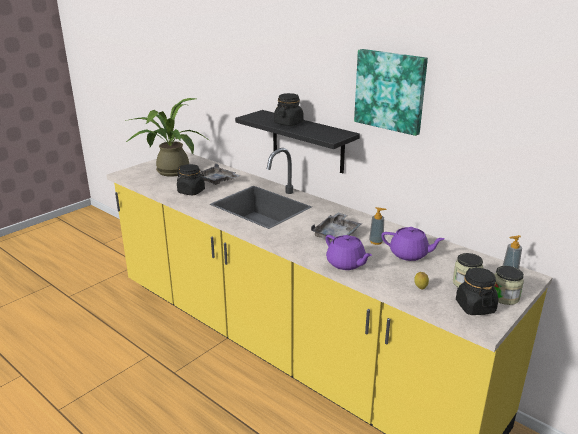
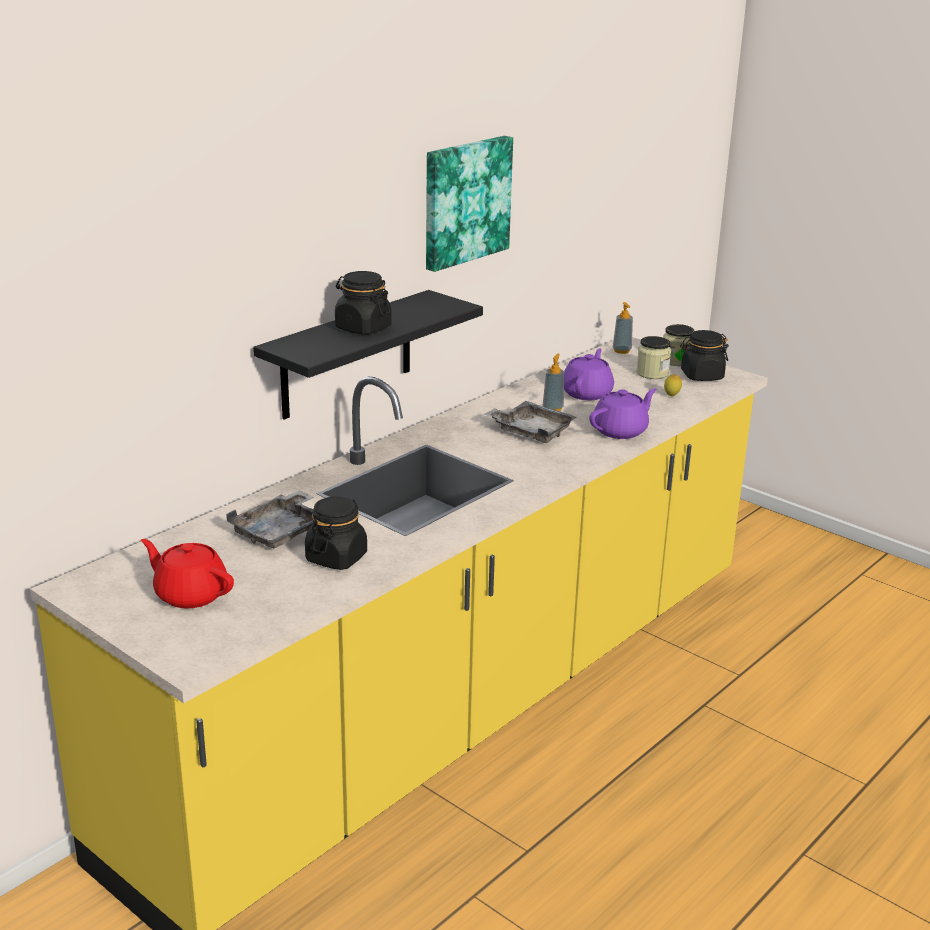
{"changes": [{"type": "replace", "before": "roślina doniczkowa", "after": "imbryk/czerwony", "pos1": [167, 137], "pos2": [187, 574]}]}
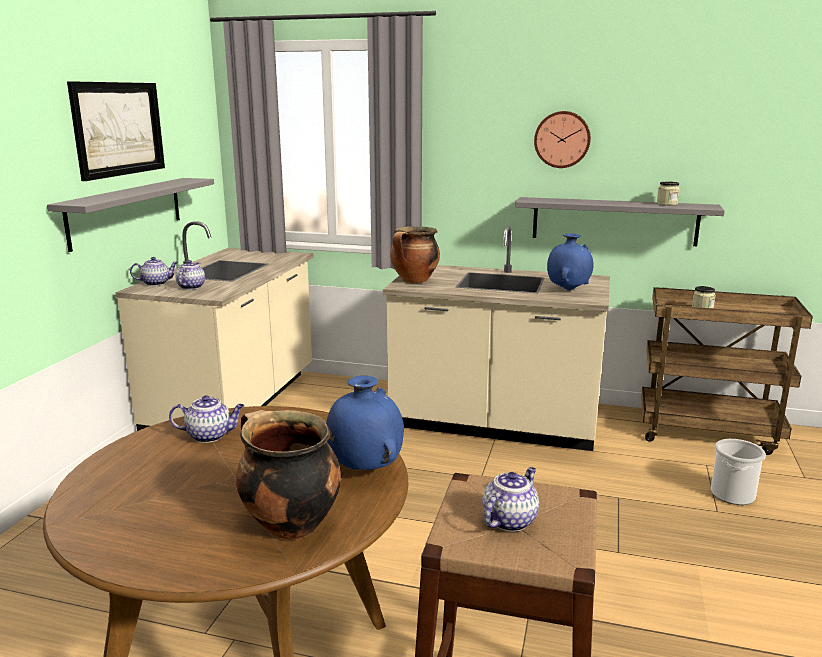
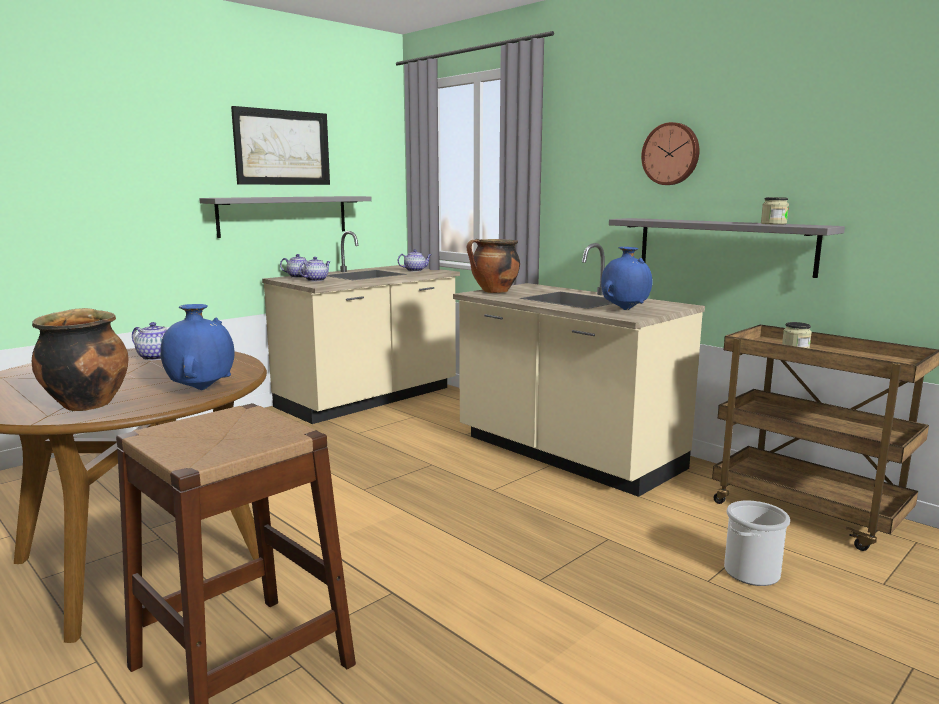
{"changes": [{"type": "move", "before": "imbryk", "pos1": [510, 499], "pos2": [415, 260]}]}
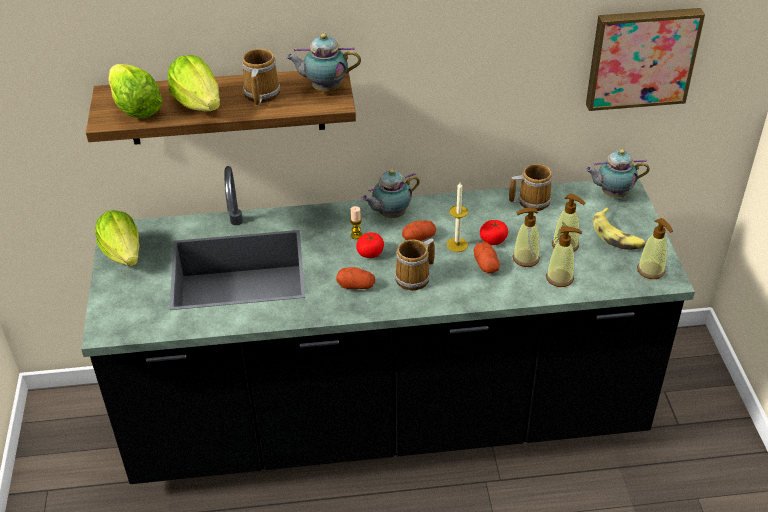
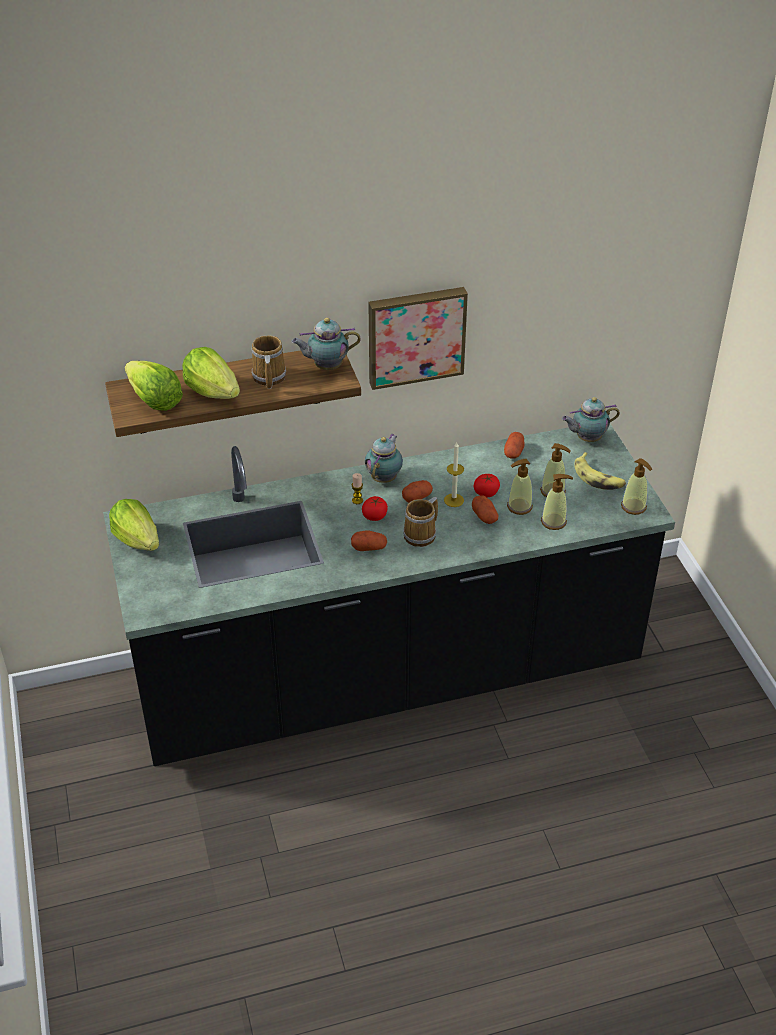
{"changes": [{"type": "rotate", "before": "imbryk", "pos1": [390, 193], "pos2": [384, 458], "turn": 150}, {"type": "move", "before": "obraz", "pos1": [645, 59], "pos2": [418, 338]}, {"type": "replace", "before": "kubek", "after": "ziemniak", "pos1": [530, 187], "pos2": [514, 445]}]}
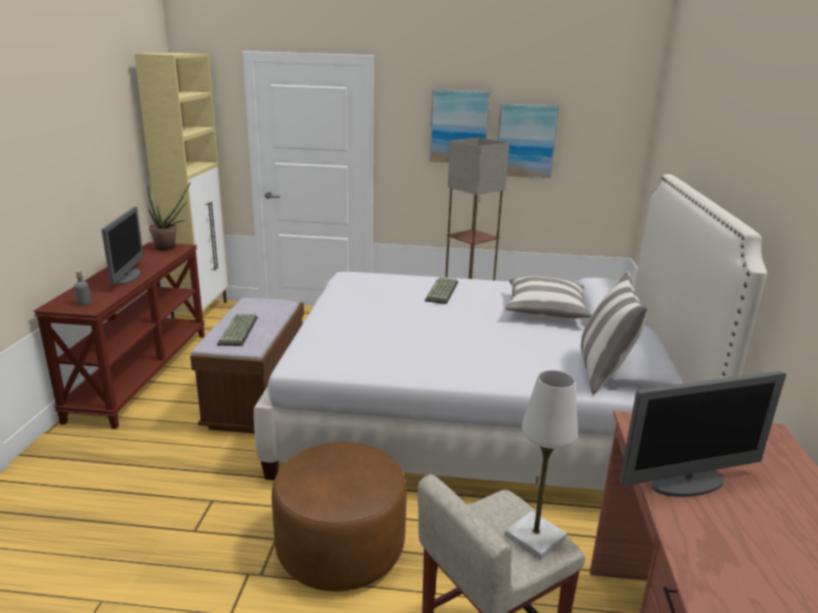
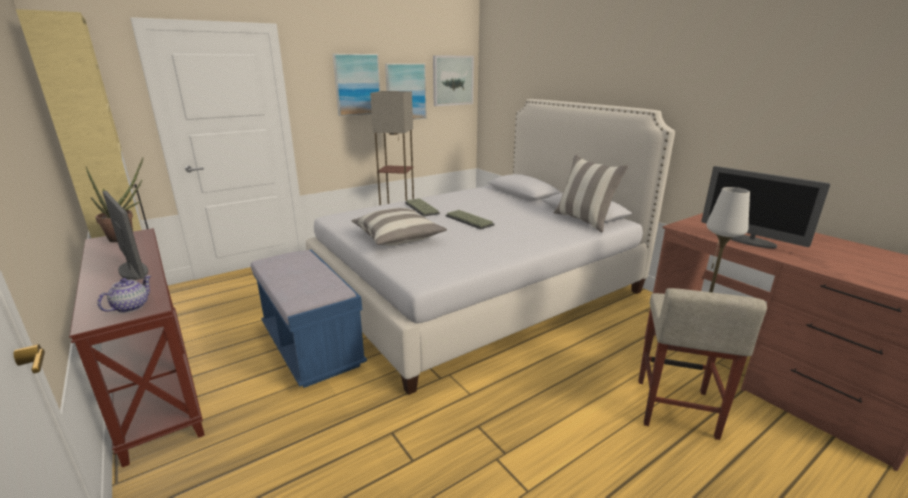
{"changes": [{"type": "replace", "before": "butelka/szary", "after": "imbryk", "pos1": [83, 288], "pos2": [124, 294]}, {"type": "recolor", "before": "ławka/brązowy", "after": "ławka/niebieski", "pos1": [247, 366], "pos2": [309, 318]}, {"type": "move", "before": "poduszka", "pos1": [549, 298], "pos2": [399, 227]}, {"type": "insert", "after": "obraz", "pos2": [453, 80]}, {"type": "move", "before": "klawiatura", "pos1": [237, 330], "pos2": [470, 219]}, {"type": "rotate", "before": "monitor", "pos1": [702, 434], "pos2": [766, 207], "turn": 105}, {"type": "delete", "before": "pufa/brązowy", "pos1": [339, 517]}]}
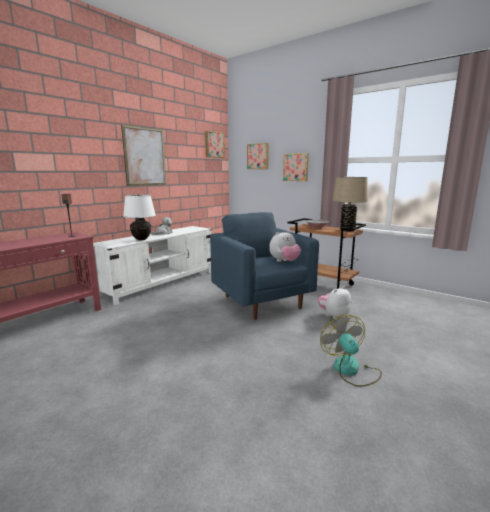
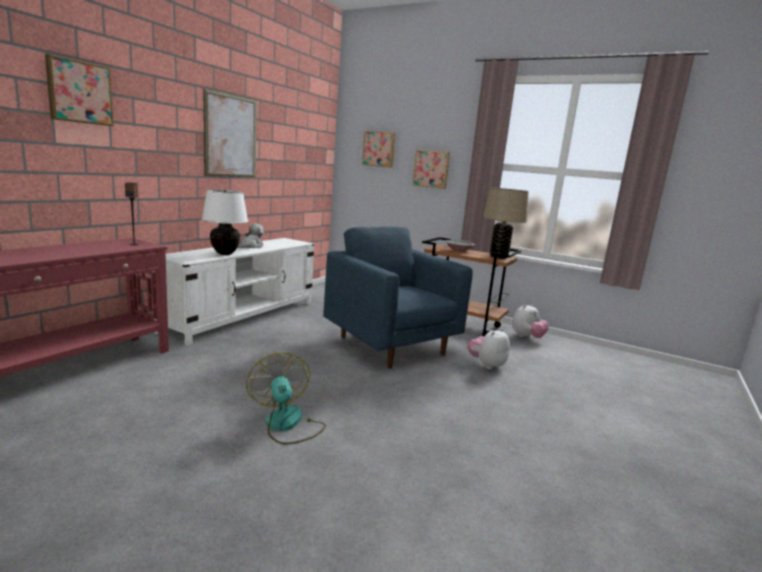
{"changes": [{"type": "move", "before": "obraz", "pos1": [215, 144], "pos2": [79, 90]}, {"type": "move", "before": "wentylator", "pos1": [351, 351], "pos2": [286, 398]}, {"type": "move", "before": "pluszak", "pos1": [285, 246], "pos2": [530, 321]}]}
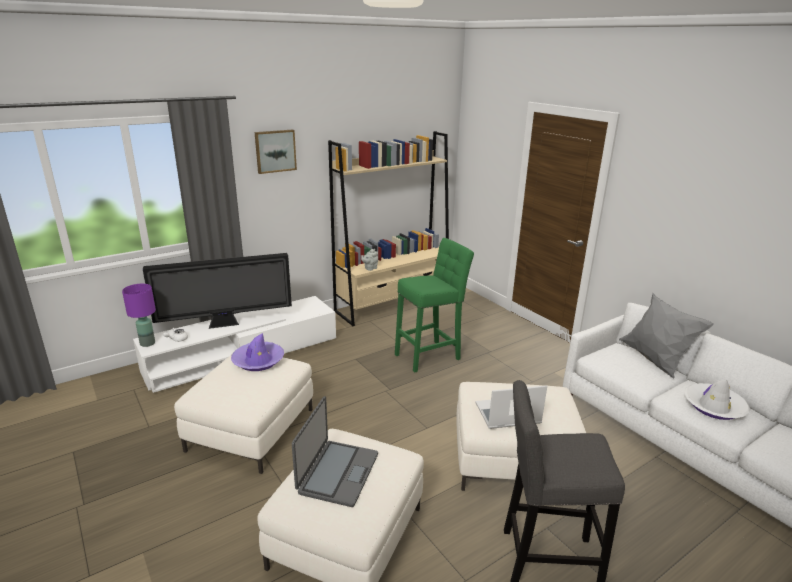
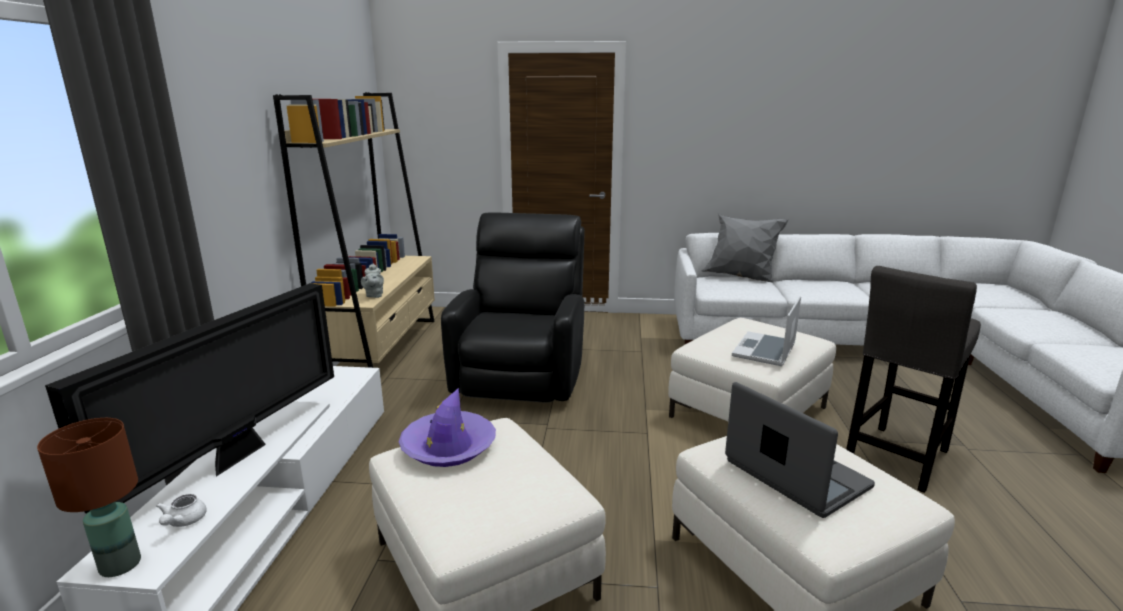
{"changes": [{"type": "recolor", "before": "lampa stołowa/fioletowy", "after": "lampa stołowa/brązowy", "pos1": [139, 315], "pos2": [89, 497]}, {"type": "replace", "before": "stołek/zielony", "after": "fotel/czarny", "pos1": [434, 305], "pos2": [513, 307]}, {"type": "delete", "before": "obraz", "pos1": [276, 152]}, {"type": "delete", "before": "kapelusz/biały", "pos1": [717, 400]}]}
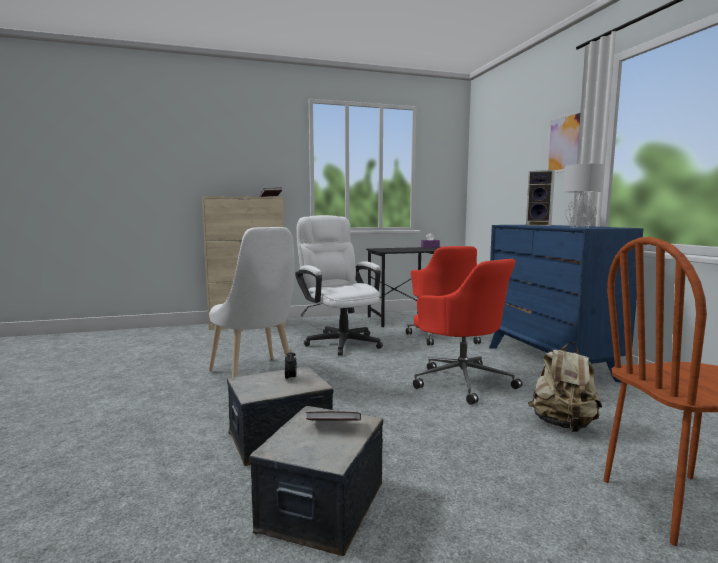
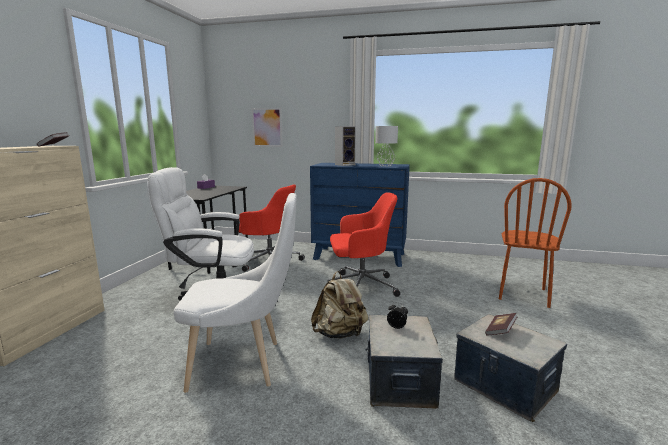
{"changes": [{"type": "move", "before": "obraz", "pos1": [563, 141], "pos2": [267, 127]}, {"type": "move", "before": "plecak/beżowy", "pos1": [565, 387], "pos2": [339, 304]}]}
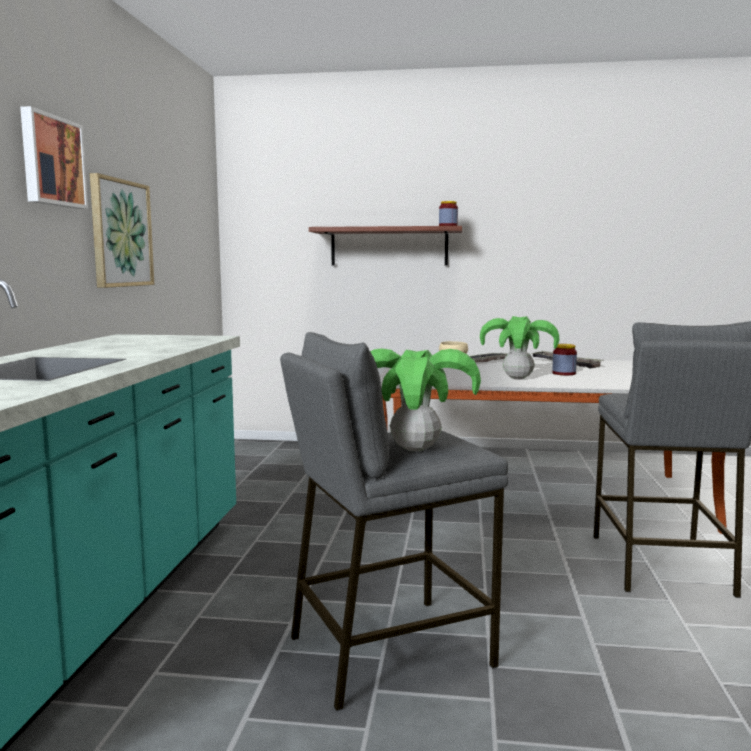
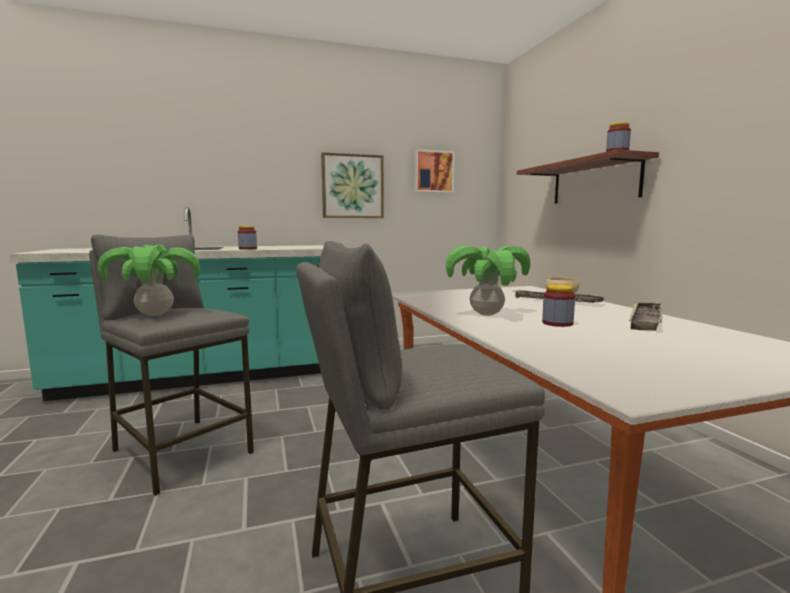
{"changes": [{"type": "insert", "after": "słoik", "pos2": [247, 238]}, {"type": "move", "before": "obraz", "pos1": [54, 157], "pos2": [434, 171]}]}
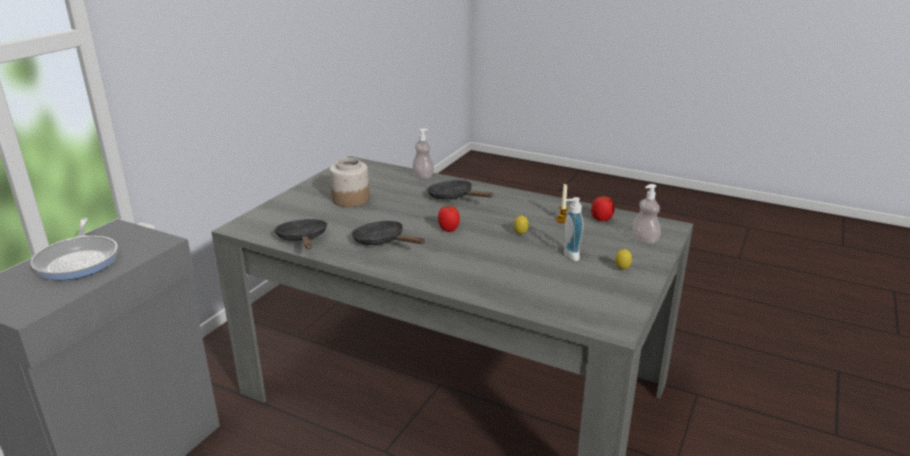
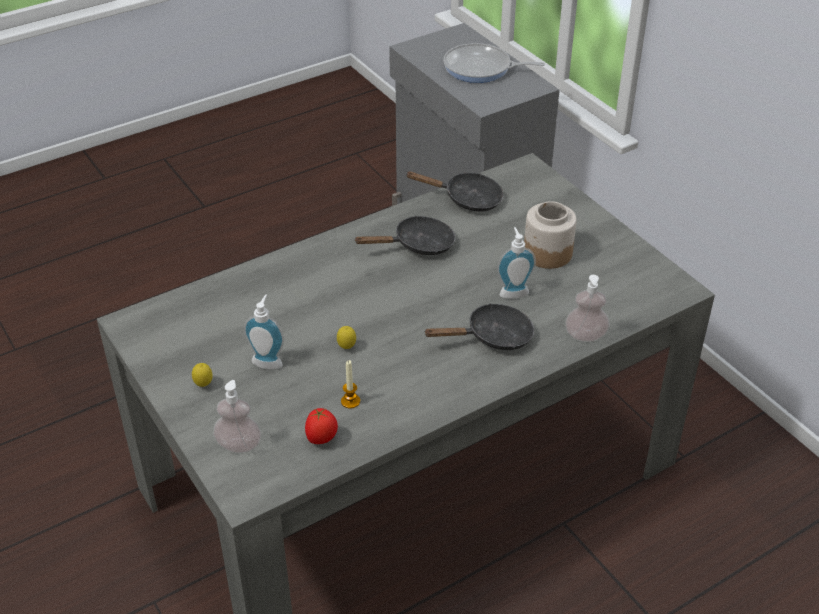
{"changes": [{"type": "insert", "after": "dozownik mydła", "pos2": [516, 263]}, {"type": "delete", "before": "pomidor", "pos1": [449, 219]}]}
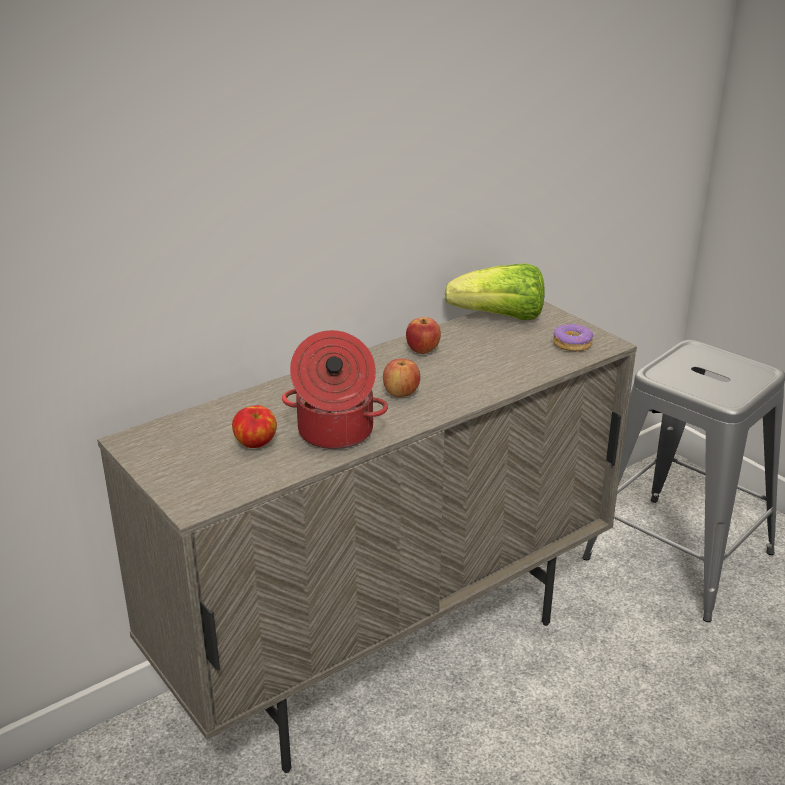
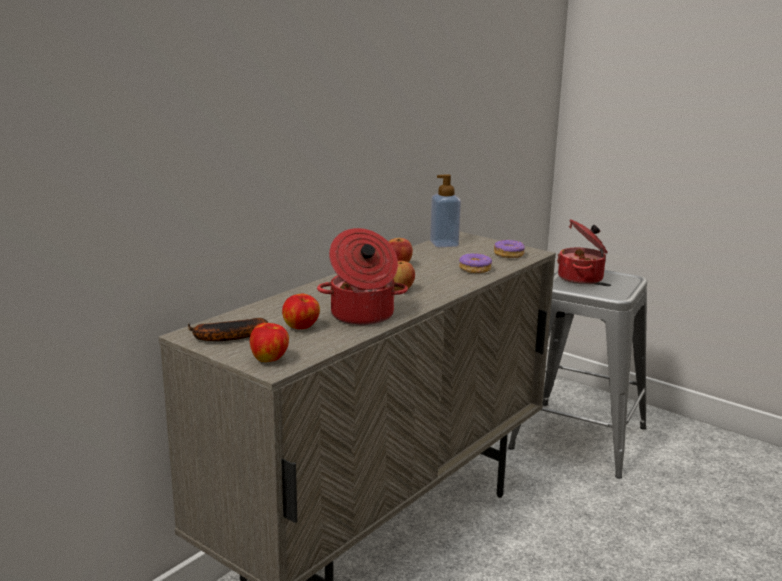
{"changes": [{"type": "insert", "after": "banan", "pos2": [228, 329]}, {"type": "insert", "after": "jabłko", "pos2": [269, 342]}, {"type": "replace", "before": "sałata", "after": "dozownik mydła", "pos1": [495, 291], "pos2": [445, 210]}, {"type": "insert", "after": "donut", "pos2": [475, 263]}, {"type": "insert", "after": "garnek", "pos2": [582, 251]}]}
